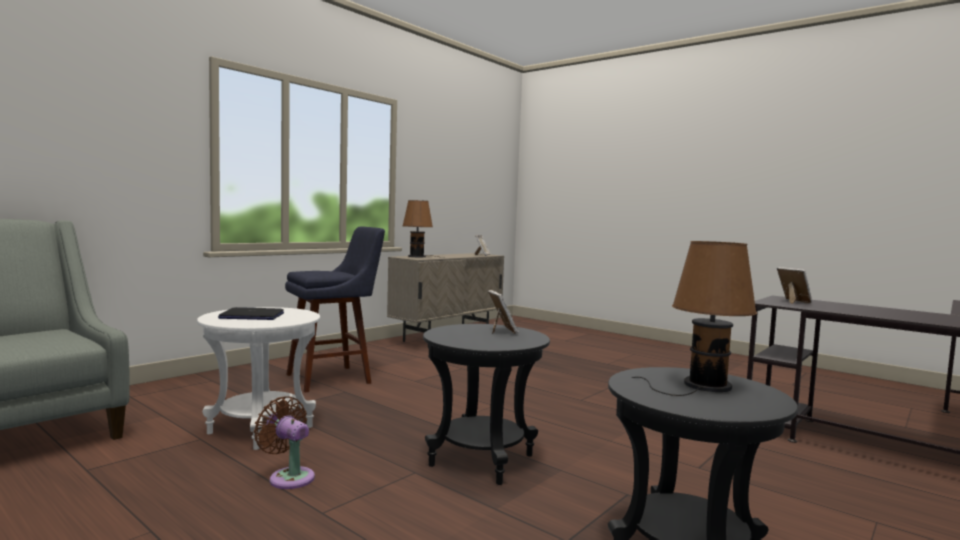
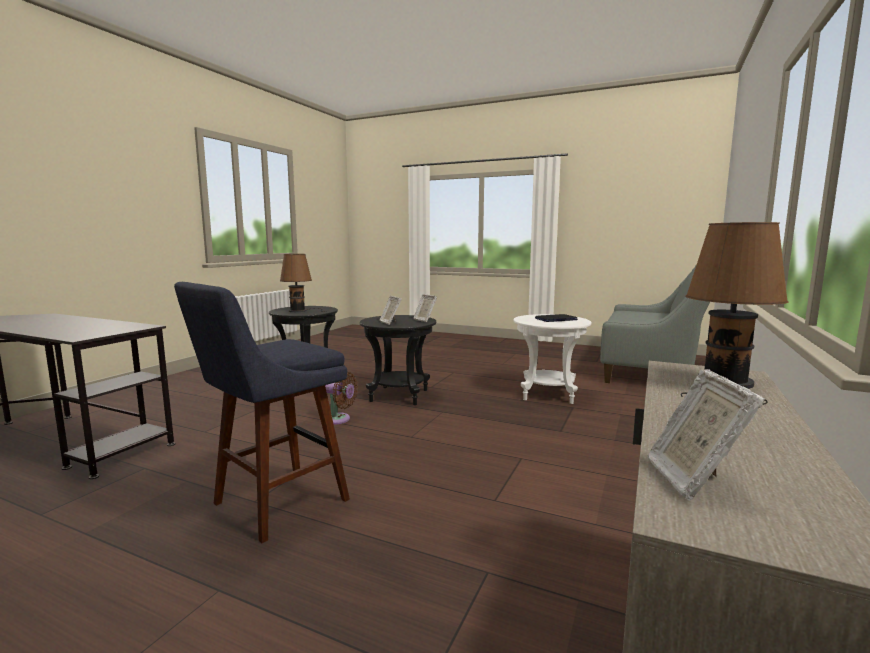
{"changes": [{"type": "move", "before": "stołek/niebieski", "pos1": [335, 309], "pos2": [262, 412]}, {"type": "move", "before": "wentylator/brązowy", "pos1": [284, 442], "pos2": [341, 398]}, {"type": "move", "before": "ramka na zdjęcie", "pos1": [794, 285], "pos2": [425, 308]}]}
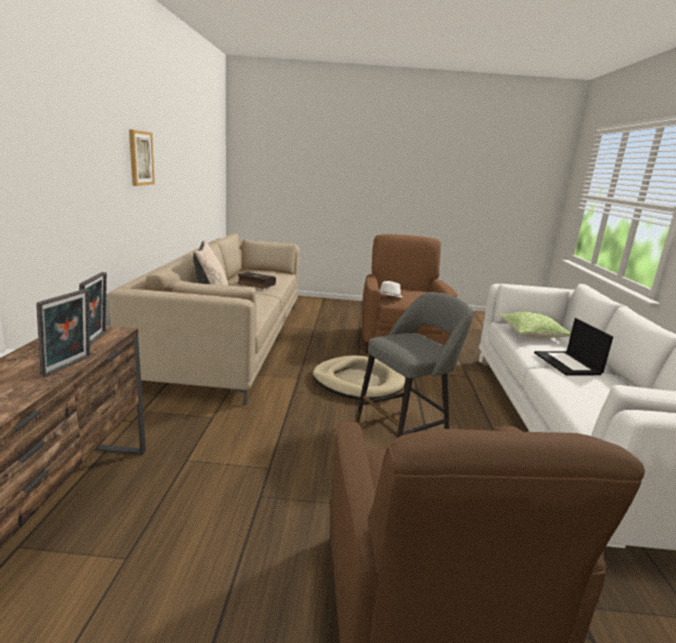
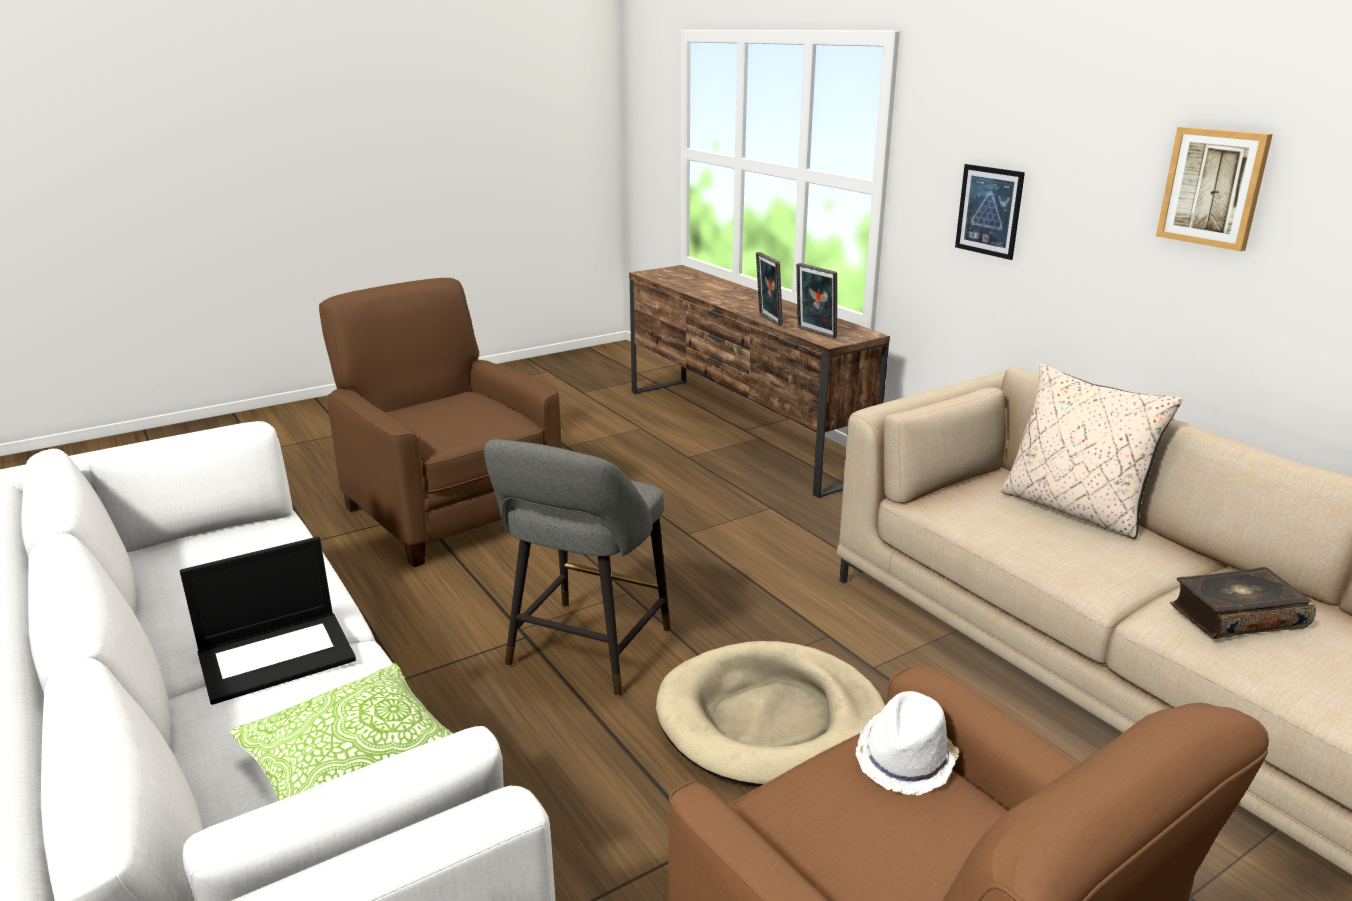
{"changes": [{"type": "rotate", "before": "laptop", "pos1": [573, 347], "pos2": [268, 621], "turn": 105}, {"type": "insert", "after": "obraz", "pos2": [990, 212]}]}
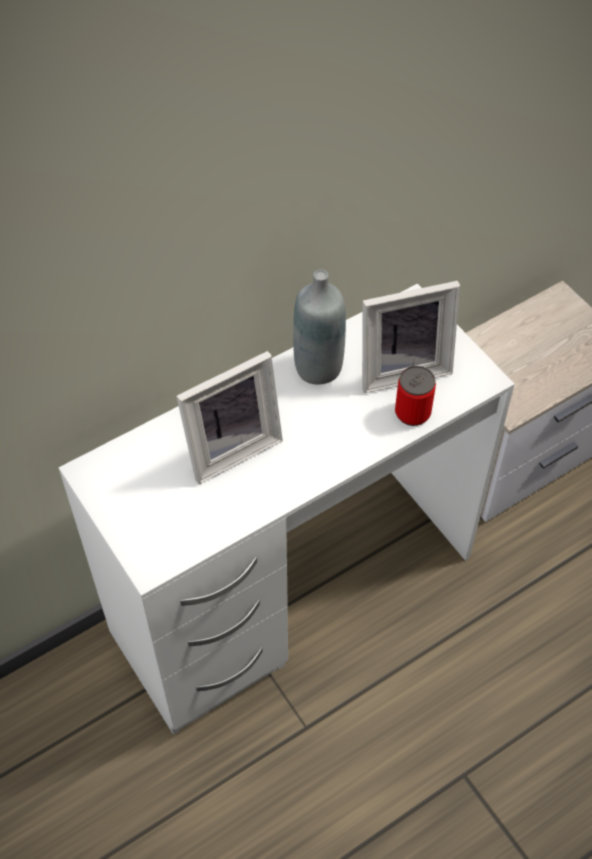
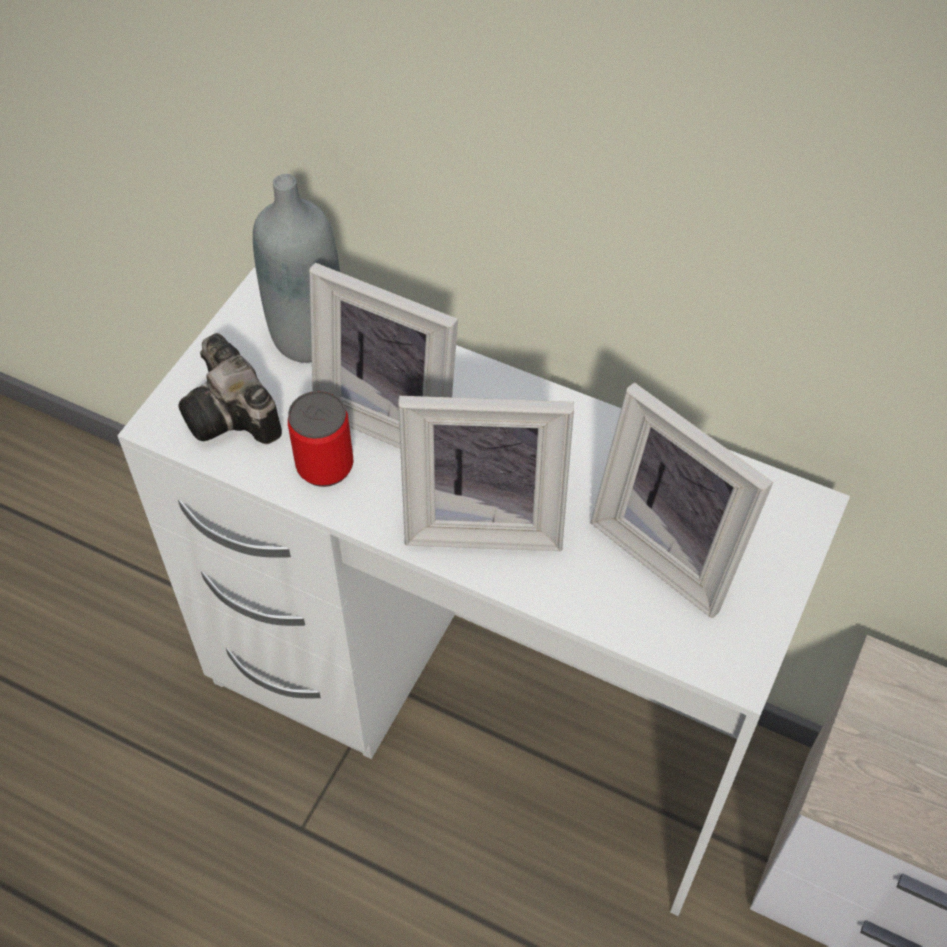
{"changes": [{"type": "insert", "after": "aparat fotograficzny", "pos2": [230, 388]}, {"type": "move", "before": "butelka/szary", "pos1": [319, 327], "pos2": [296, 268]}, {"type": "move", "before": "puszka", "pos1": [415, 396], "pos2": [320, 439]}, {"type": "insert", "after": "ramka na zdjęcie", "pos2": [486, 473]}]}
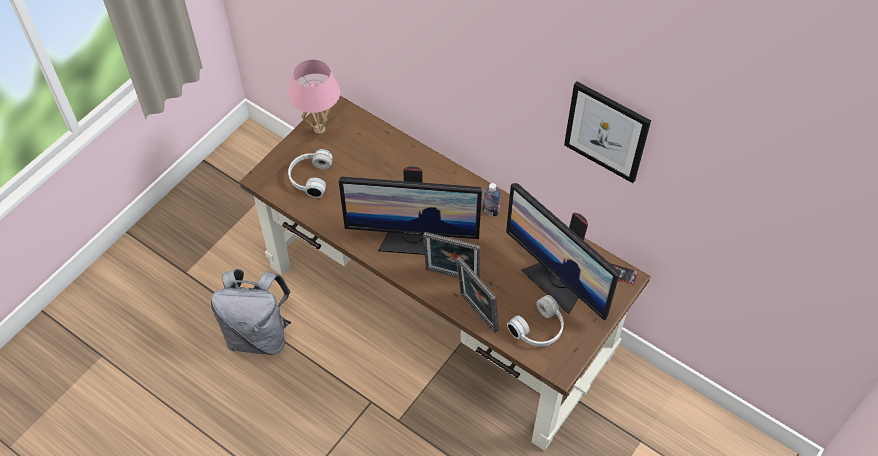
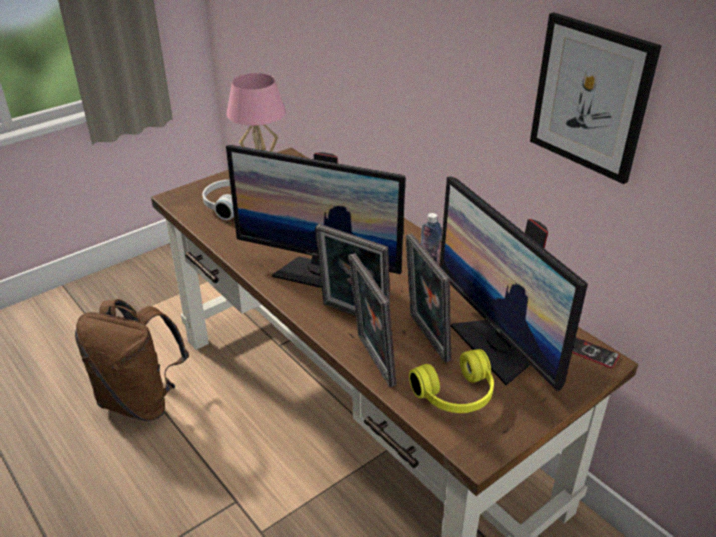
{"changes": [{"type": "recolor", "before": "plecak/szary", "after": "plecak/brązowy", "pos1": [251, 312], "pos2": [132, 360]}, {"type": "insert", "after": "ramka na zdjęcie", "pos2": [428, 298]}, {"type": "recolor", "before": "słuchawki/biały", "after": "słuchawki/żółty", "pos1": [535, 321], "pos2": [451, 381]}]}
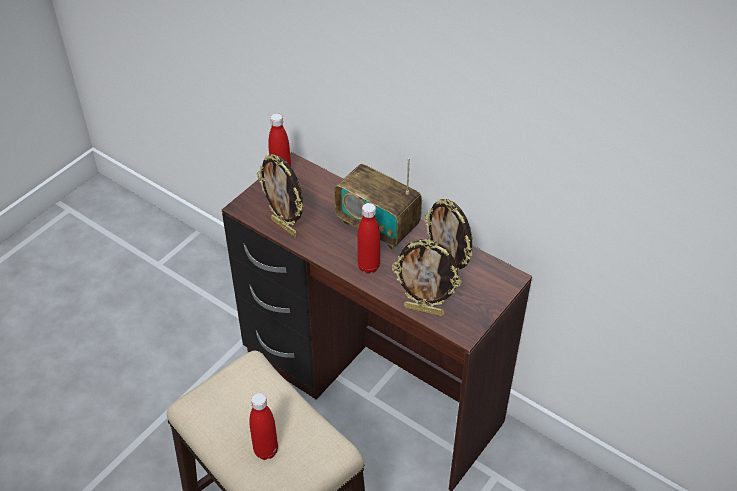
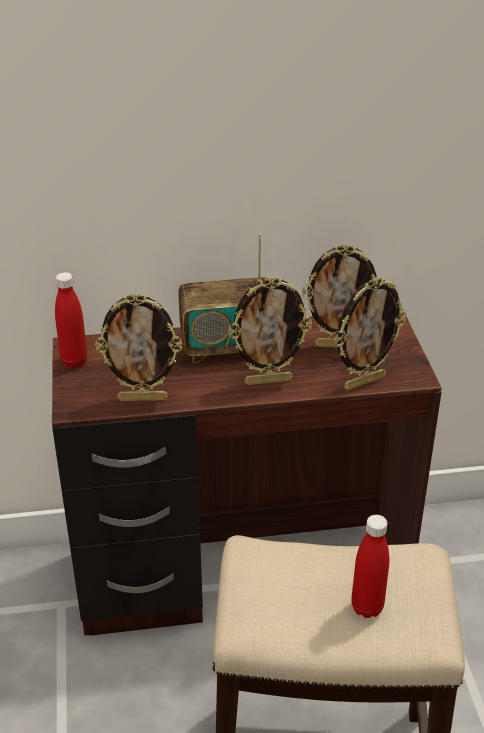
{"changes": [{"type": "replace", "before": "butelka/czerwony", "after": "ramka na zdjęcie", "pos1": [368, 238], "pos2": [270, 330]}]}
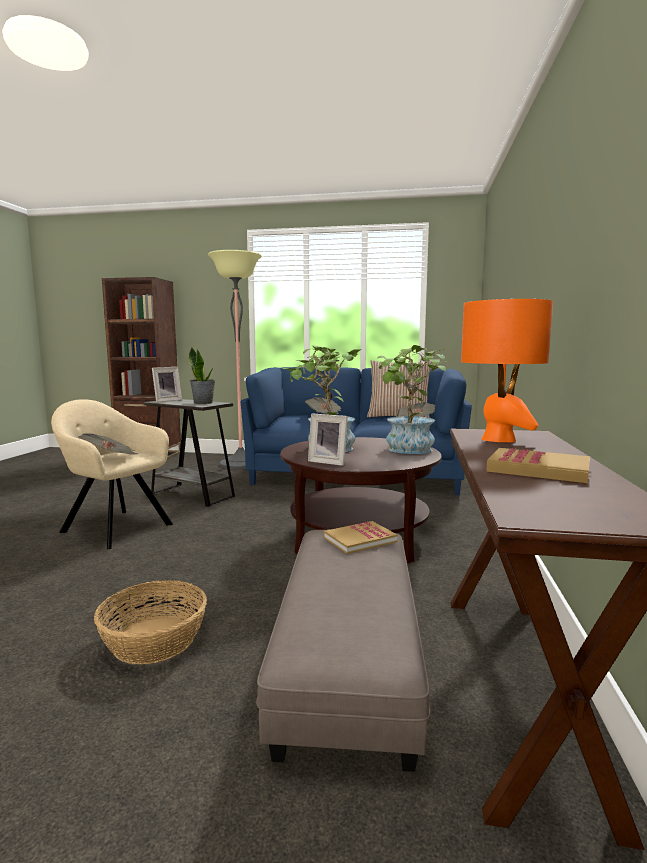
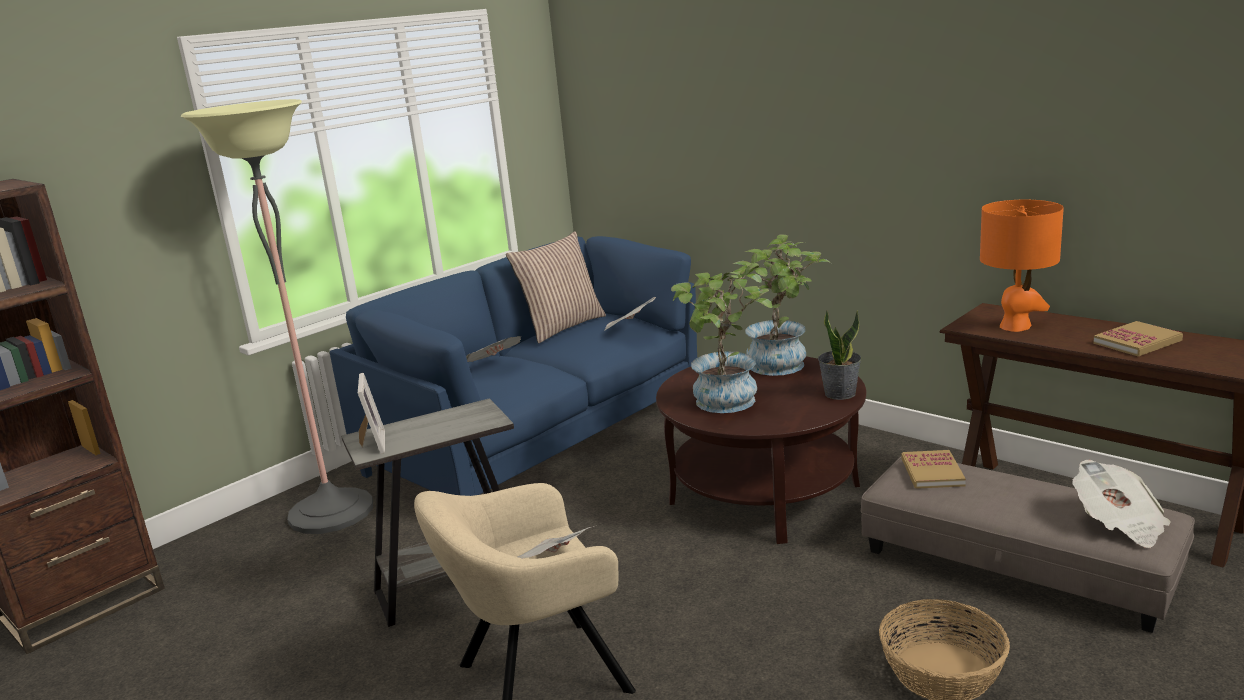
{"changes": [{"type": "move", "before": "roślina doniczkowa", "pos1": [202, 375], "pos2": [840, 355]}, {"type": "insert", "after": "gazeta", "pos2": [1121, 504]}, {"type": "delete", "before": "ramka na zdjęcie", "pos1": [328, 439]}]}
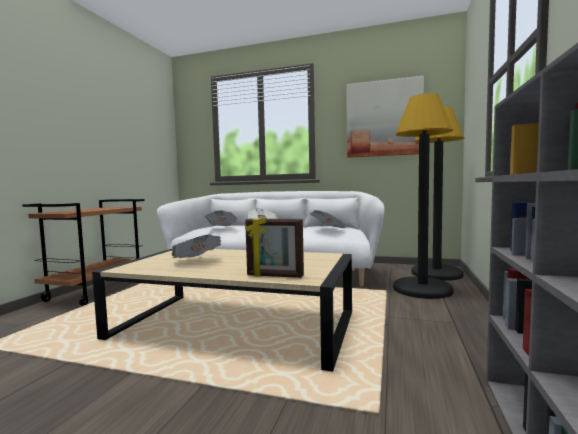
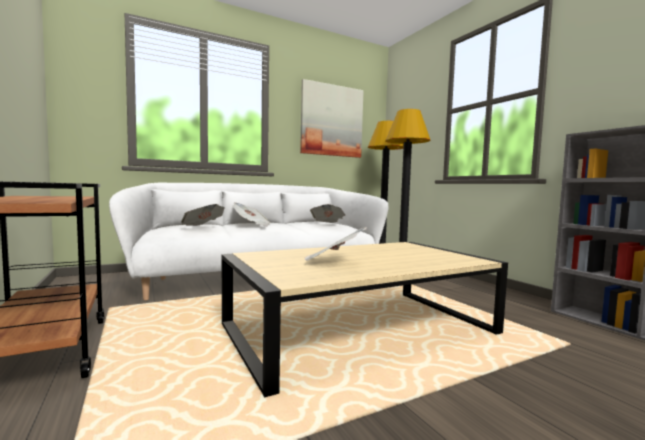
{"changes": [{"type": "delete", "before": "ramka na zdjęcie", "pos1": [274, 247]}]}
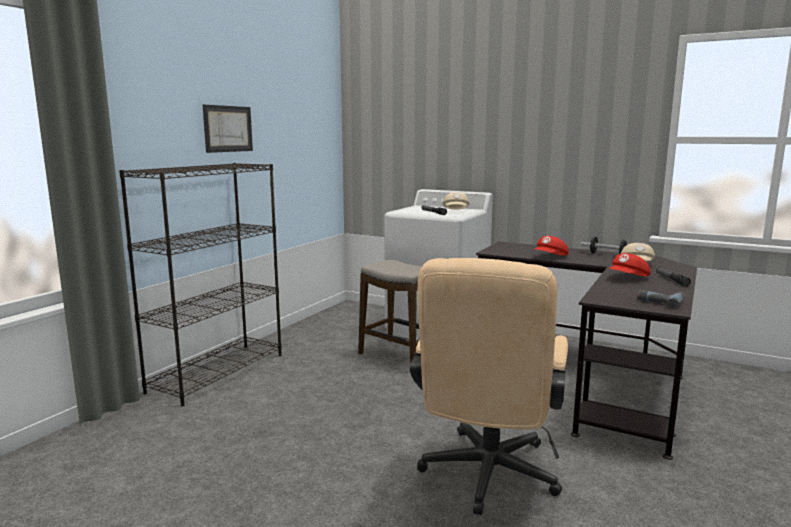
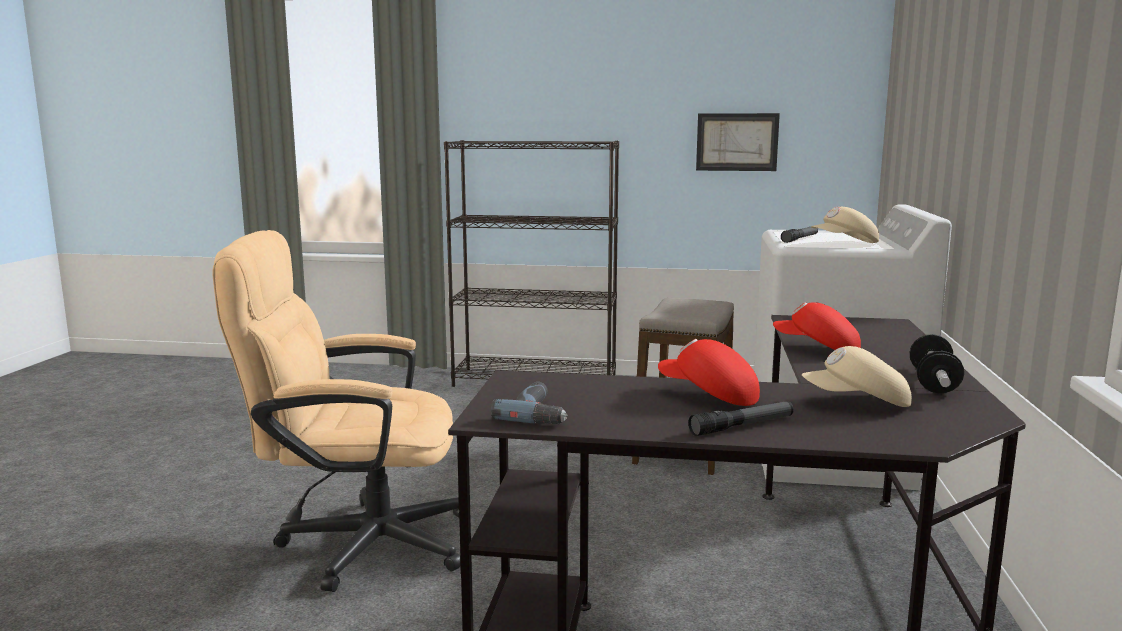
{"changes": [{"type": "move", "before": "obraz", "pos1": [228, 129], "pos2": [738, 142]}]}
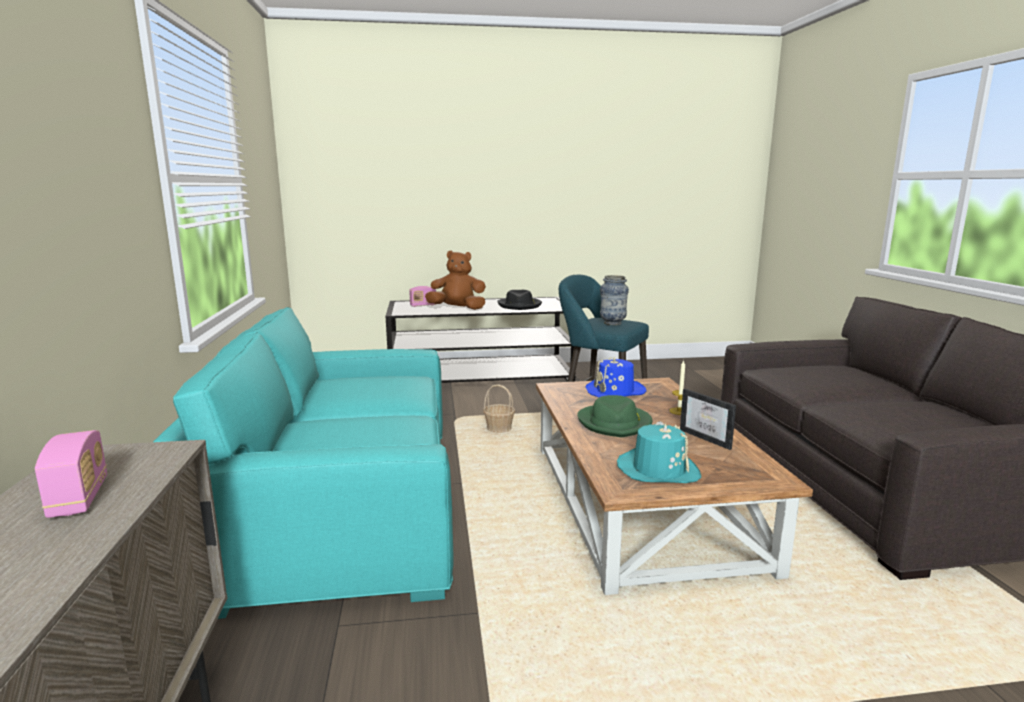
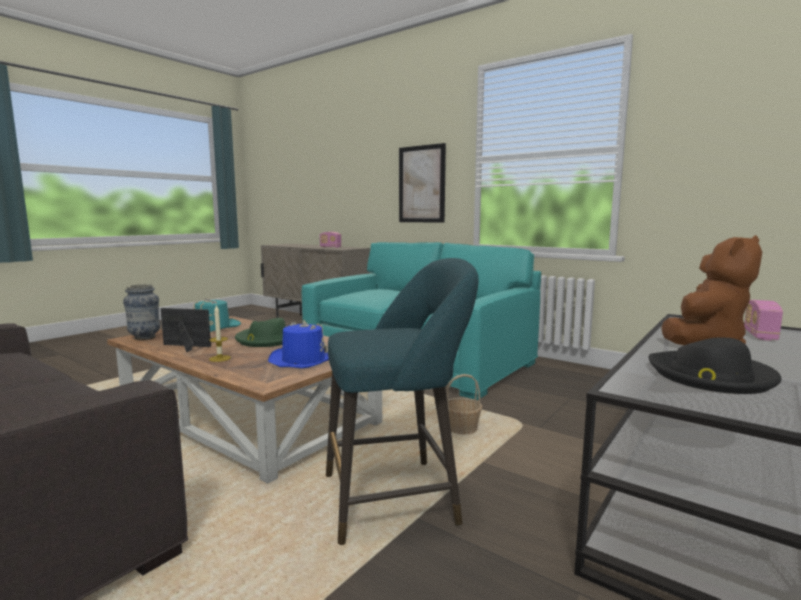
{"changes": [{"type": "move", "before": "wazon", "pos1": [614, 300], "pos2": [141, 312]}, {"type": "insert", "after": "obraz", "pos2": [422, 183]}]}
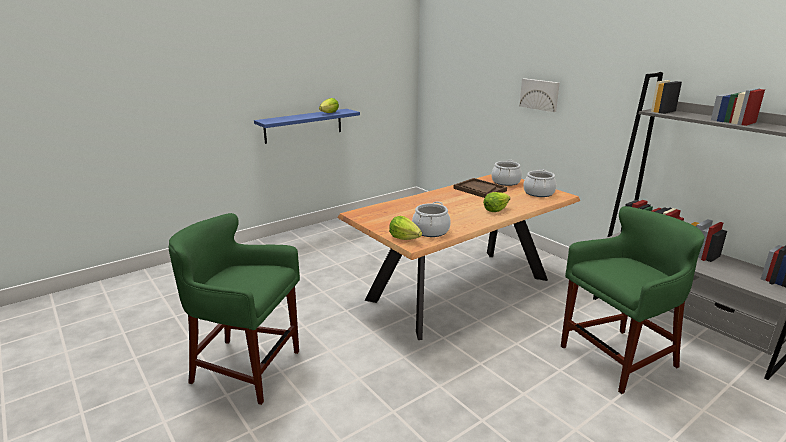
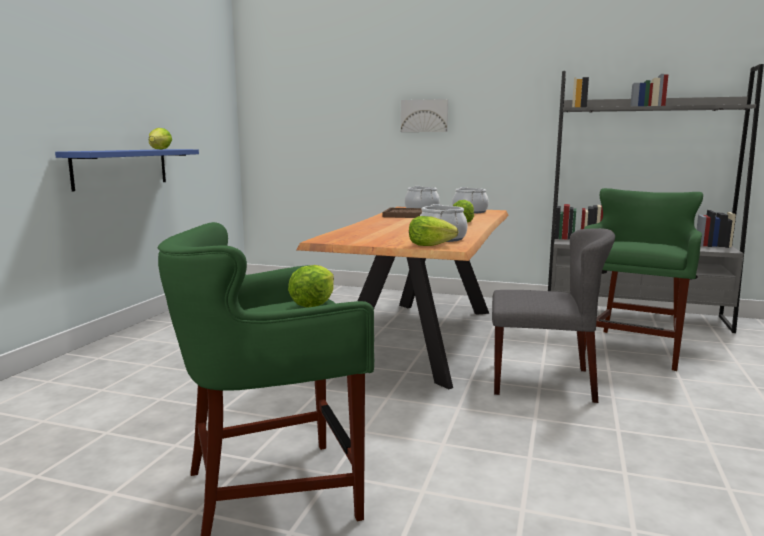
{"changes": [{"type": "insert", "after": "sałata", "pos2": [311, 286]}, {"type": "insert", "after": "krzesło/szary", "pos2": [553, 315]}]}
